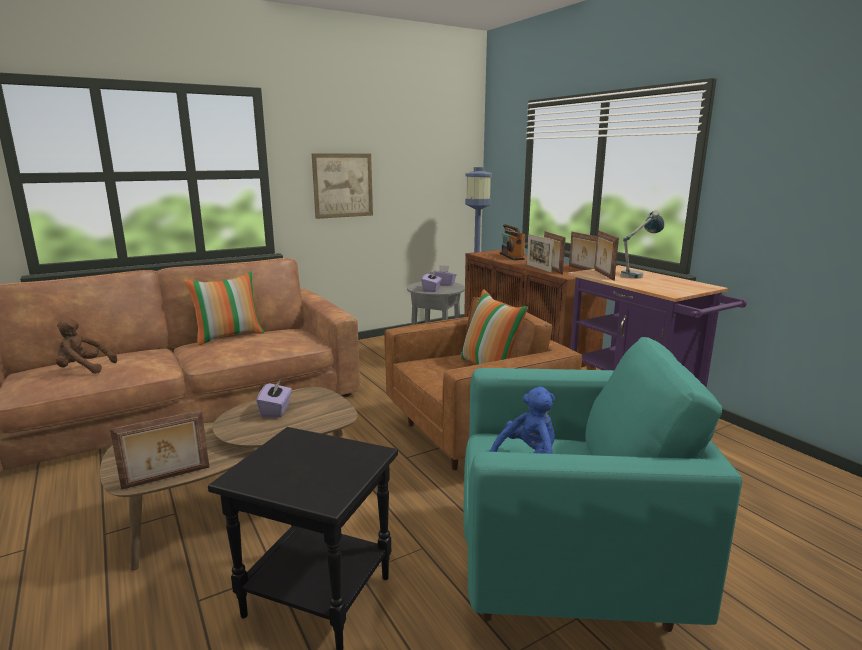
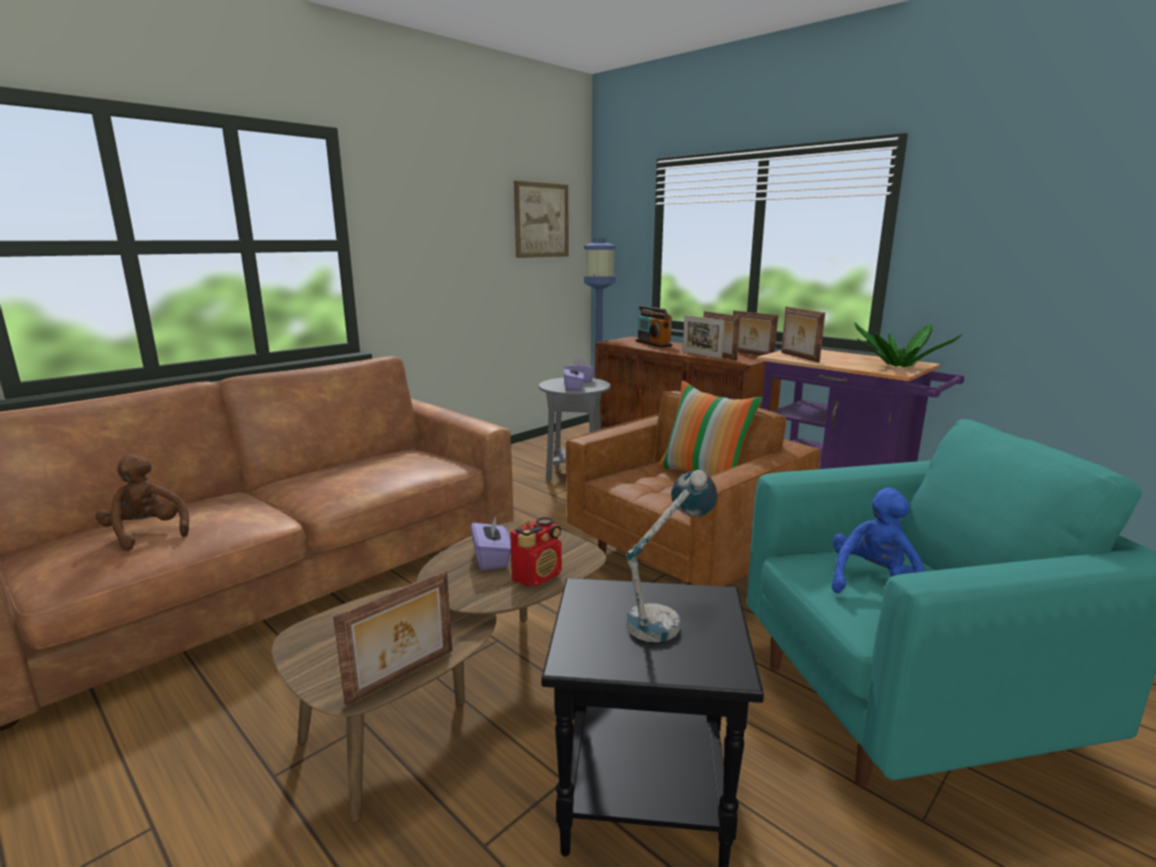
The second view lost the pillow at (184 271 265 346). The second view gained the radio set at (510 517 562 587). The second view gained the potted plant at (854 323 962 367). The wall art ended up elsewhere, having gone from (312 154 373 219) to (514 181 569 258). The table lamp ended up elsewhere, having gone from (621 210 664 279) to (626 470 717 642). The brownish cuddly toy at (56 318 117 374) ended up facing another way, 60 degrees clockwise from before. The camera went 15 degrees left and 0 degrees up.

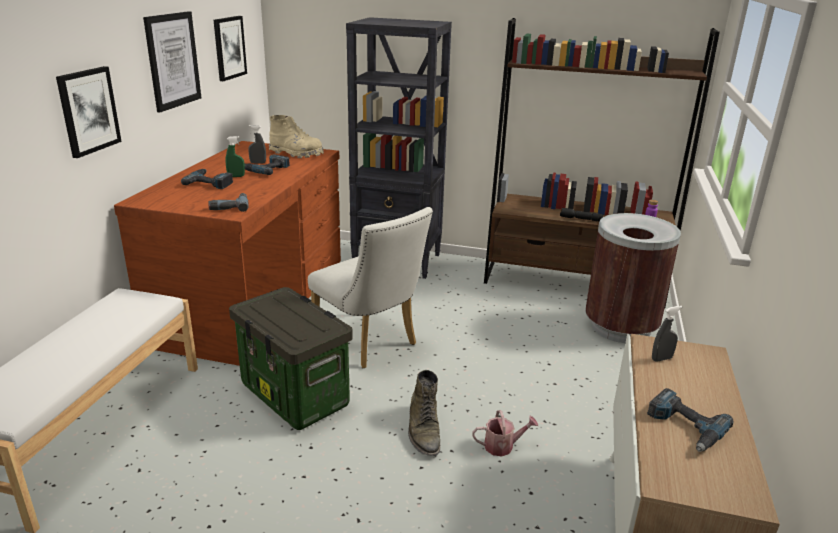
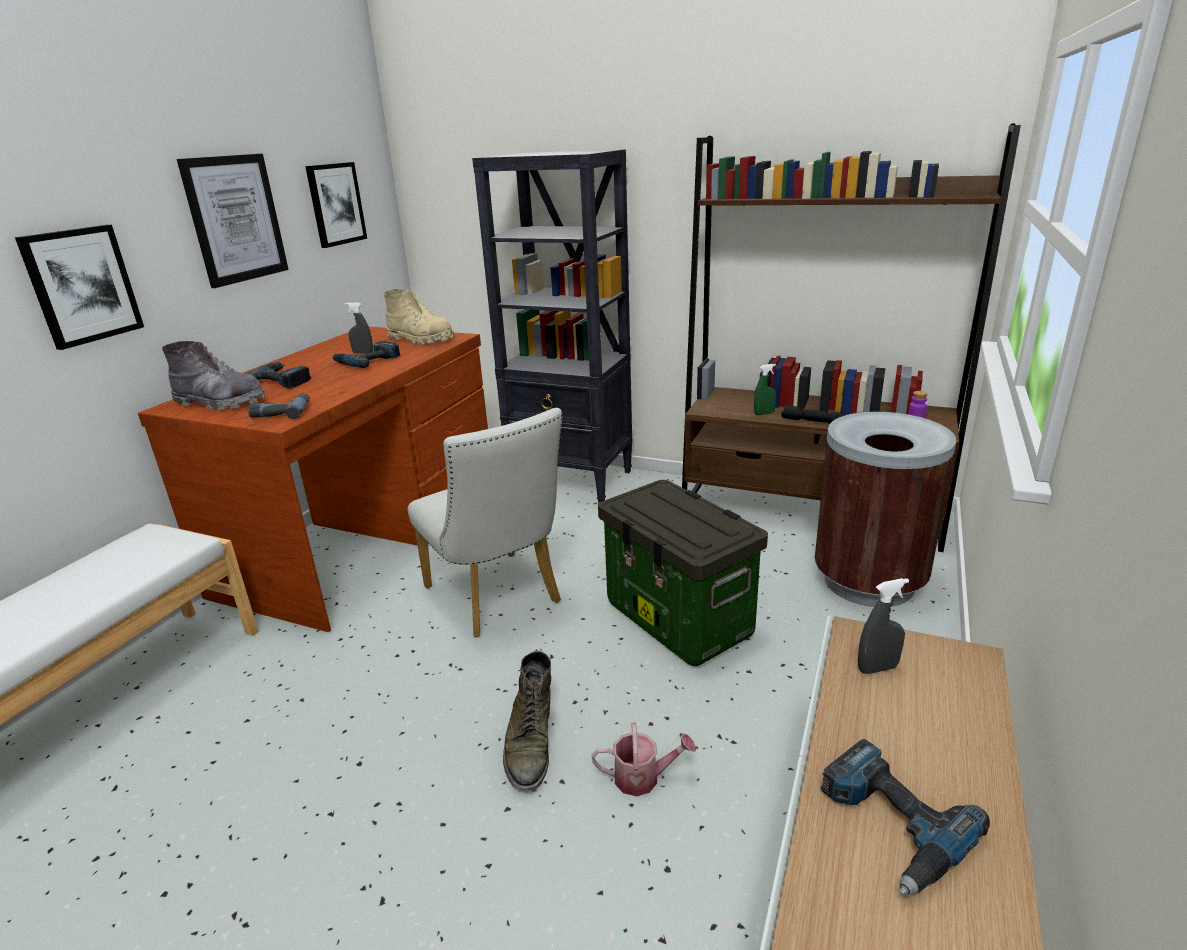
The second view gained the greyish high-top boot at (162 341 266 411). The green sprayer ended up elsewhere, having gone from (225 136 245 177) to (754 364 776 415). The storage bin ended up elsewhere, having gone from (229 287 353 430) to (598 480 768 666). The camera went 10 degrees right and 0 degrees up.

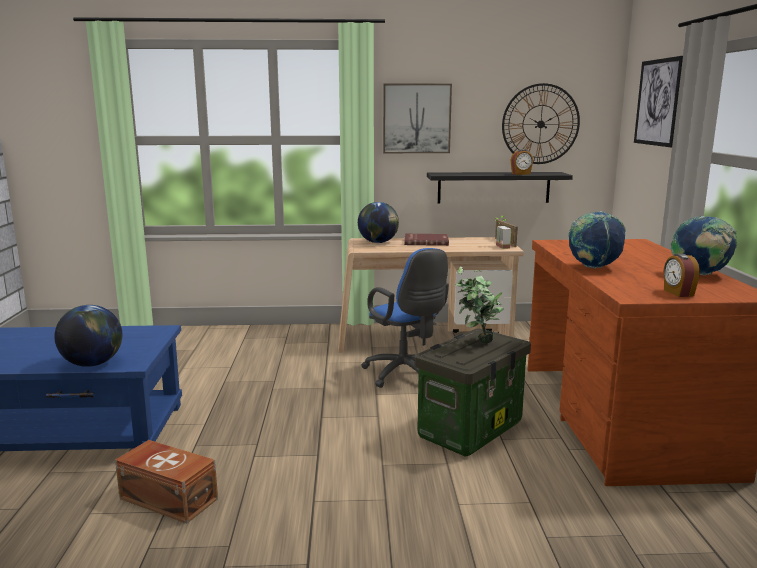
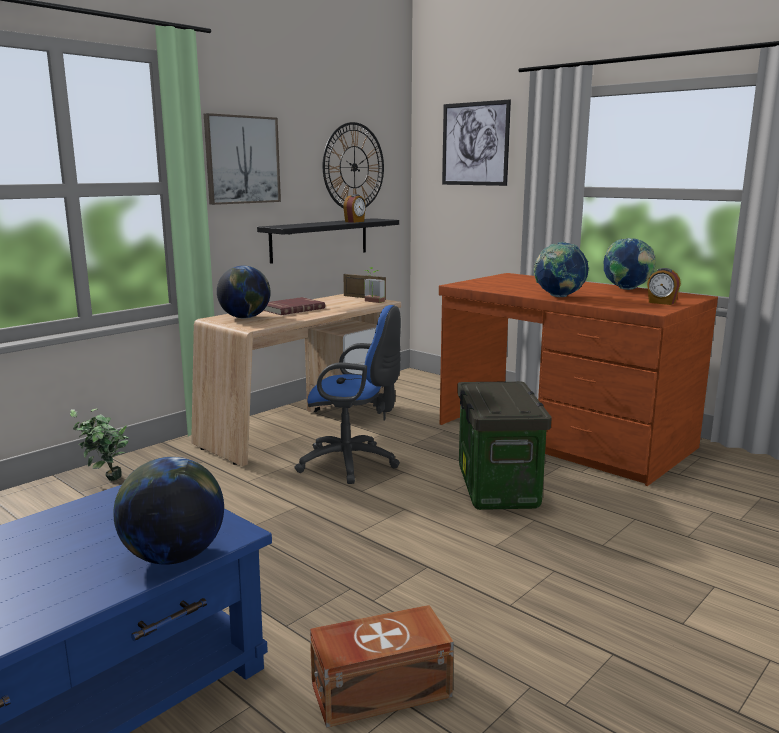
The potted plant ended up elsewhere, having gone from (456 267 504 344) to (70 409 129 481). The camera went 45 degrees left and 0 degrees up.

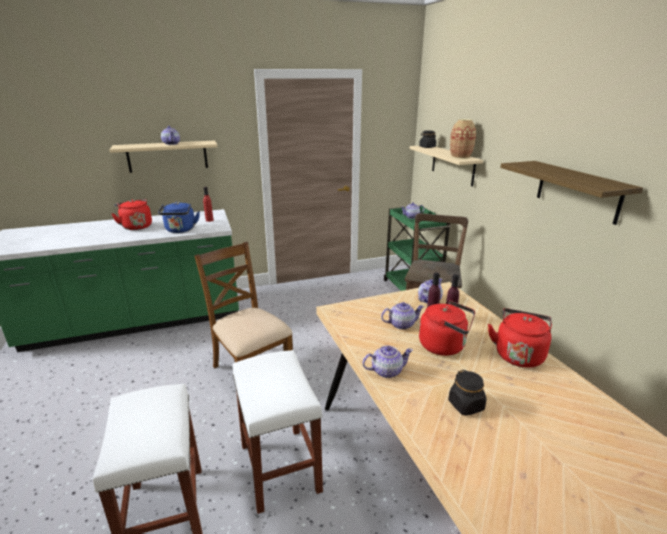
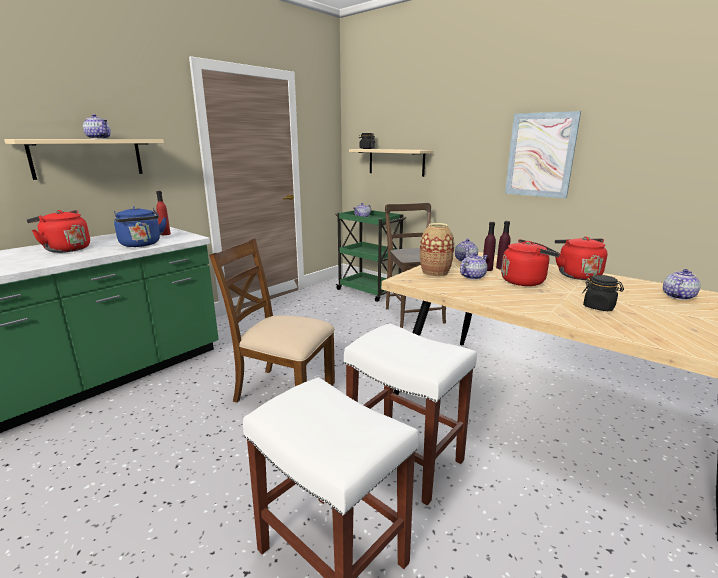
The teapot ended up elsewhere, having gone from (362 346 413 378) to (663 269 701 300). The vase ended up elsewhere, having gone from (450 119 476 158) to (420 223 454 277). Where the wall shelf hung at (500 161 643 225), the wall art came to hang at (505 111 581 199). The camera went 30 degrees left and 5 degrees down.

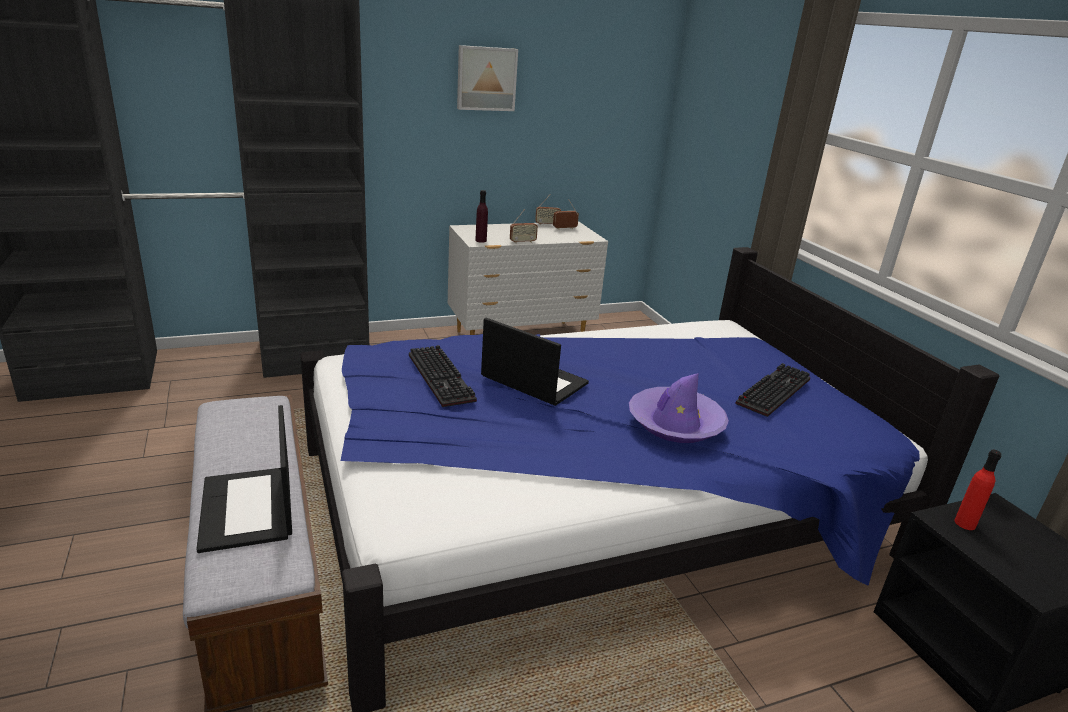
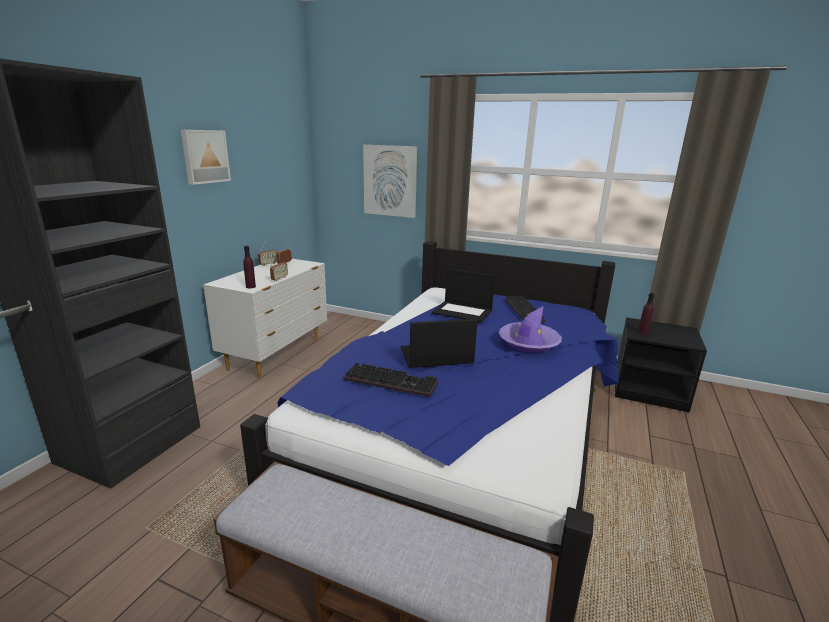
The second view gained the wall art at (363 145 417 218). The notebook computer ended up elsewhere, having gone from (196 405 292 553) to (432 269 495 323). What was the red bottle at (955 450 1001 530) turned into the purplish bottle at (638 293 654 335). The camera went 45 degrees left and 5 degrees down.

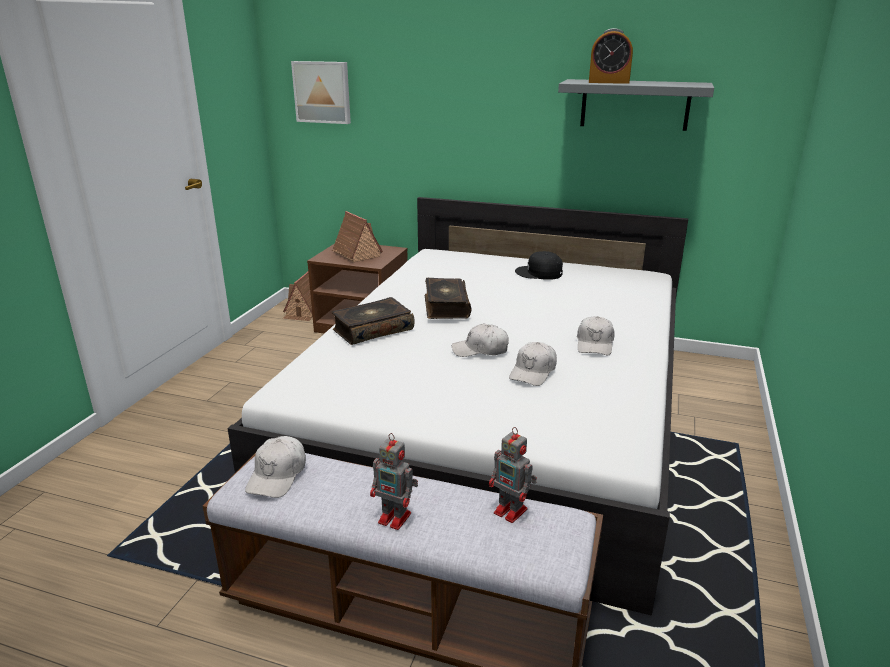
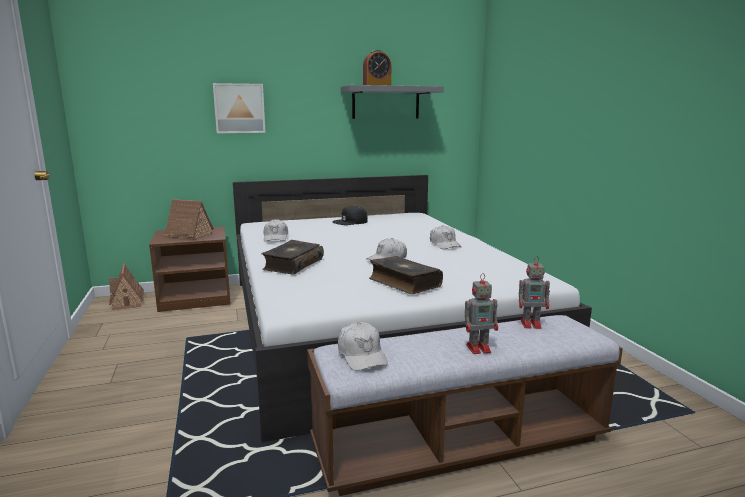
The wall art ended up elsewhere, having gone from (291 61 351 124) to (213 83 266 133). The bound book ended up elsewhere, having gone from (425 278 471 319) to (369 256 443 294). The white-coloured cap ended up elsewhere, having gone from (509 342 557 386) to (263 219 288 242). The camera went 35 degrees left and 10 degrees down.

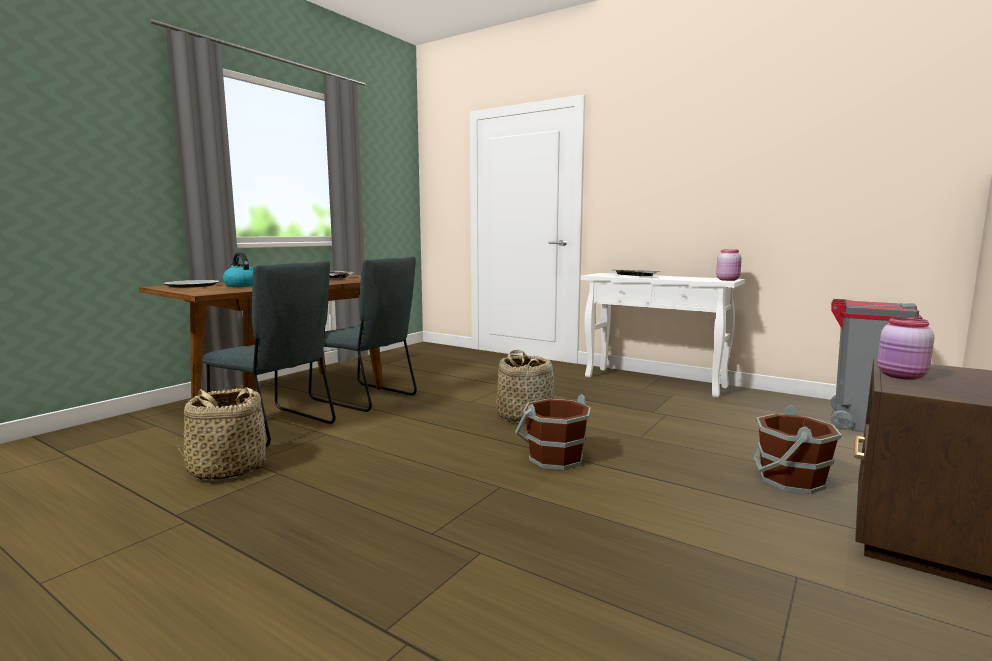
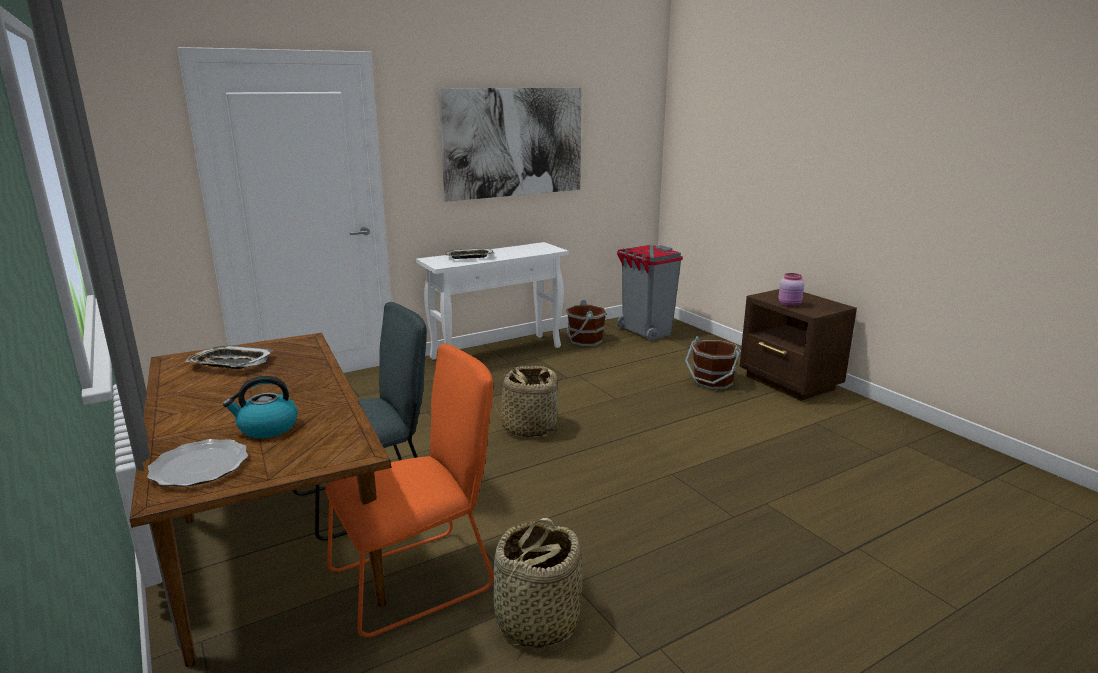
The second view lost the pinkish storage jar at (716 249 742 281). The second view gained the wall art at (439 88 582 202). The brownish water bucket ended up elsewhere, having gone from (515 394 591 470) to (566 299 607 346). What was the greyish upright chair at (202 261 335 447) turned into the orange-coloured upright chair at (325 344 494 637). The camera went 65 degrees left and 10 degrees up.

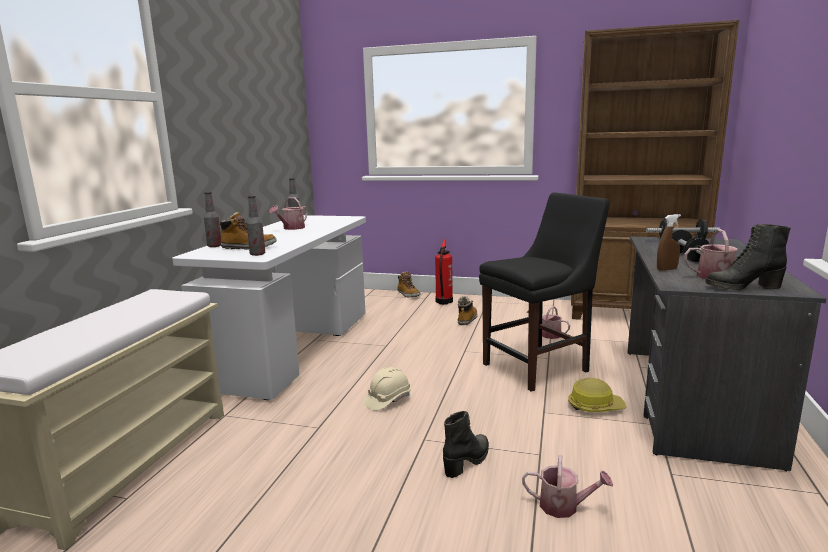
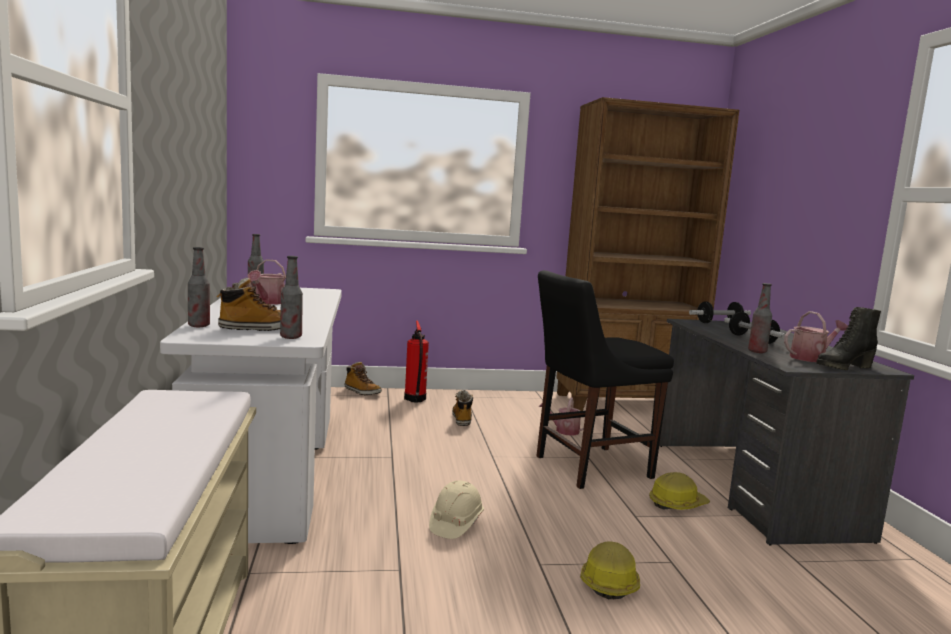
The second view lost the sprinkling can at (522 455 613 518). Where the black-coloured high-top boot stood at (443 411 489 478), the work helmet came to stand at (580 541 640 599). Where the brownish sprayer stood at (657 214 681 271), the bottle came to stand at (748 283 772 353). The black-coloured upright chair at (479 192 610 392) ended up facing another way, 150 degrees counterclockwise from before. The camera went 25 degrees left and 5 degrees down.

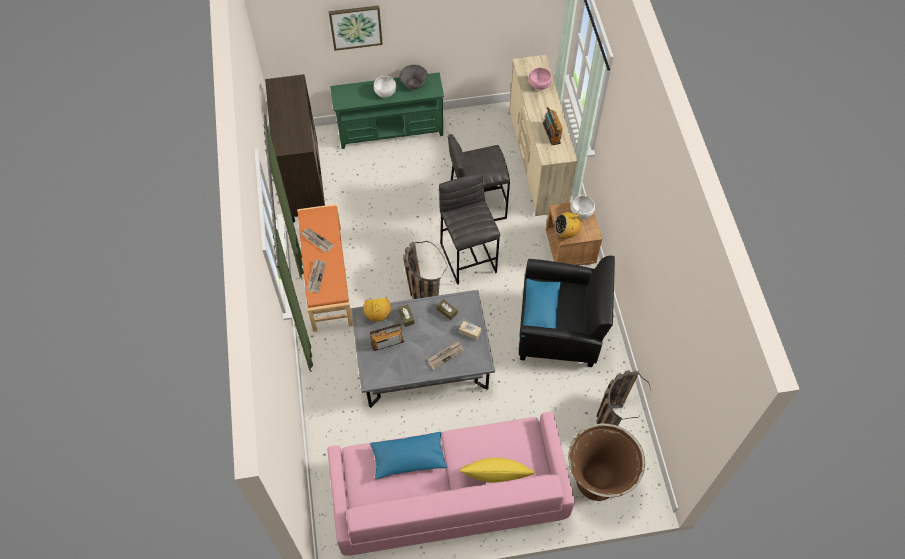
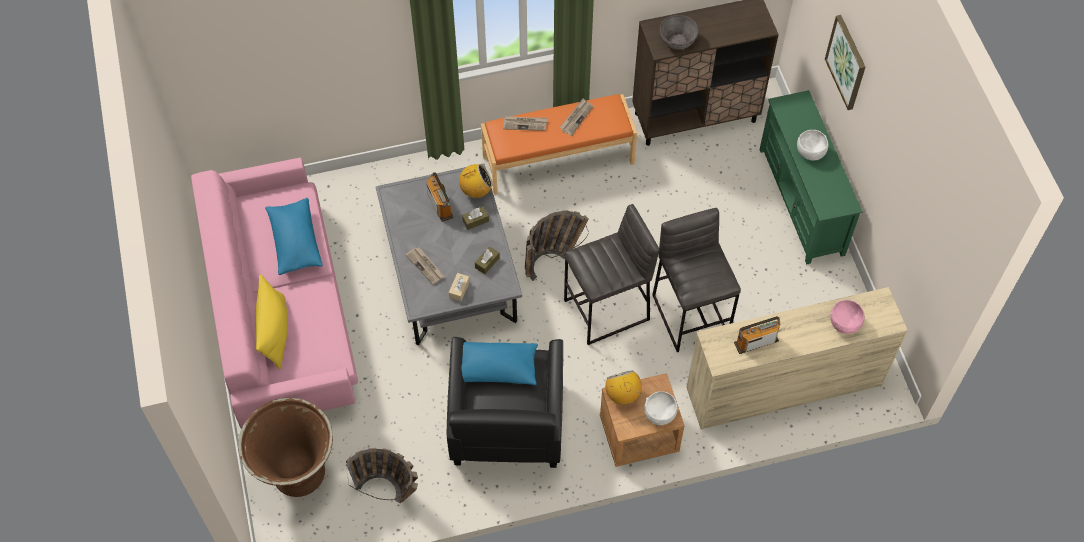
The greyish serving bowl ended up elsewhere, having gone from (400 65 428 89) to (660 15 699 50). The camera went 85 degrees right and 0 degrees up.

